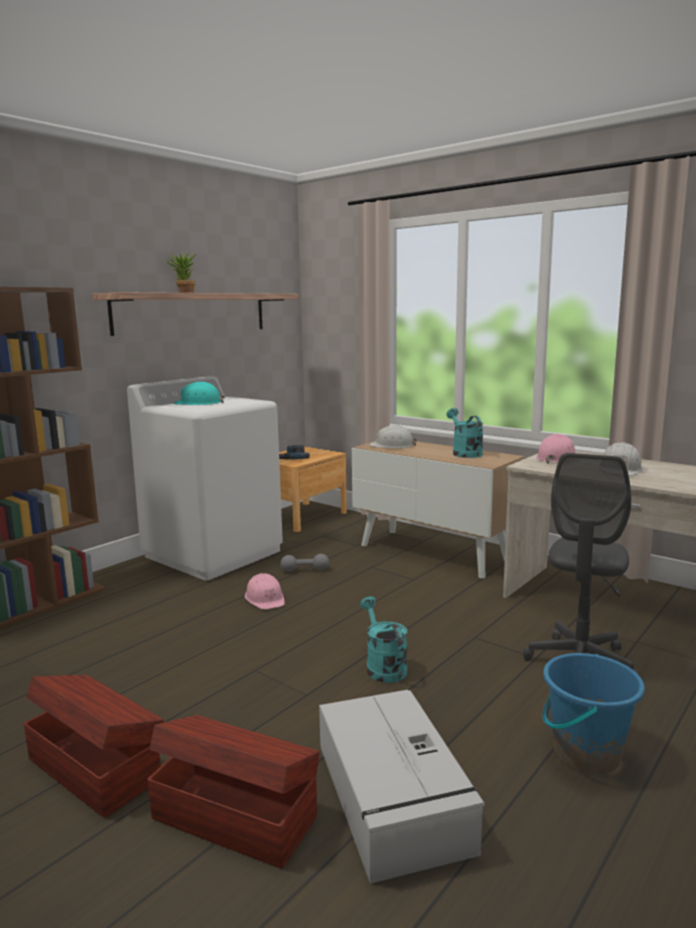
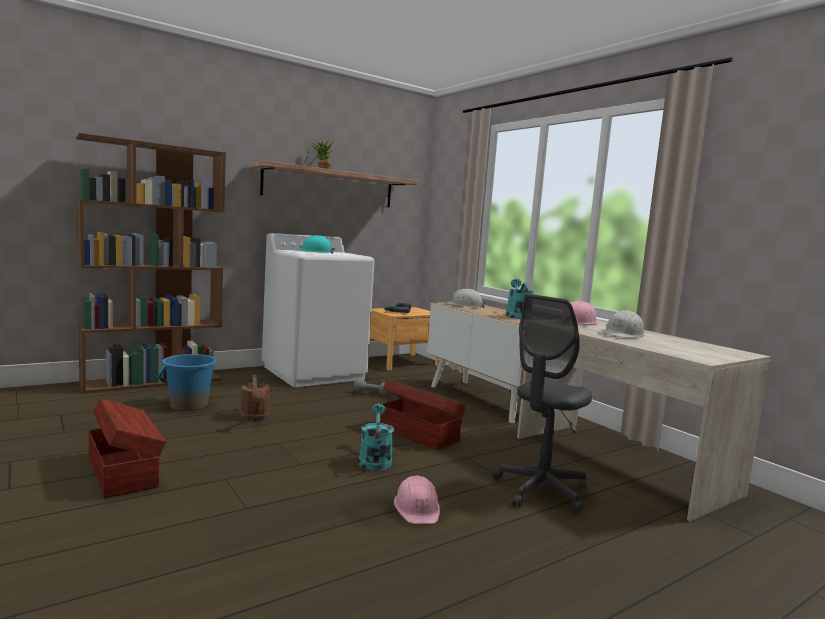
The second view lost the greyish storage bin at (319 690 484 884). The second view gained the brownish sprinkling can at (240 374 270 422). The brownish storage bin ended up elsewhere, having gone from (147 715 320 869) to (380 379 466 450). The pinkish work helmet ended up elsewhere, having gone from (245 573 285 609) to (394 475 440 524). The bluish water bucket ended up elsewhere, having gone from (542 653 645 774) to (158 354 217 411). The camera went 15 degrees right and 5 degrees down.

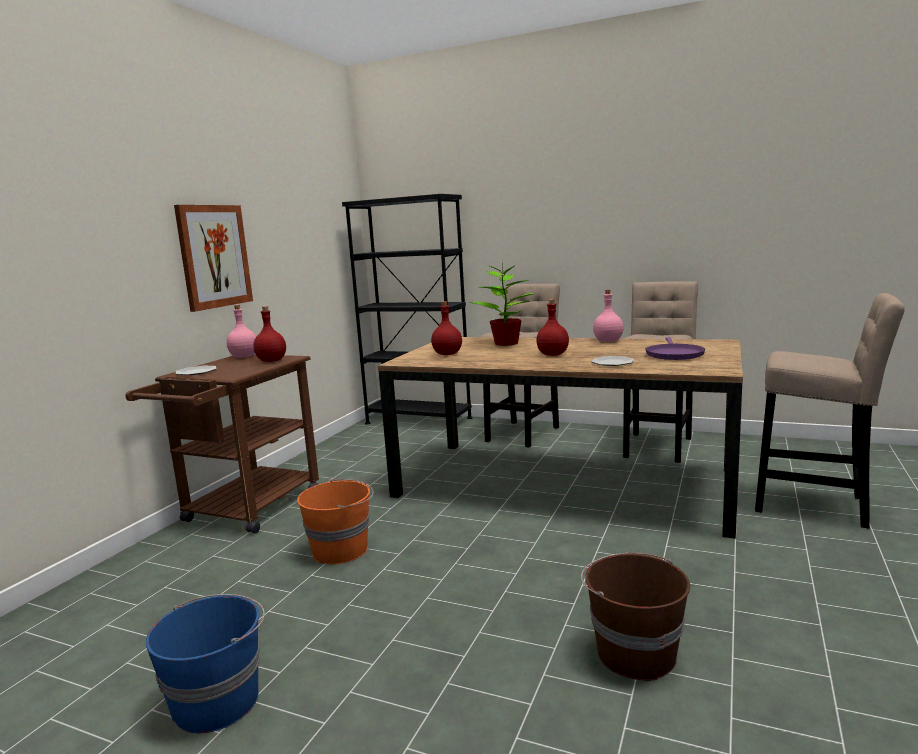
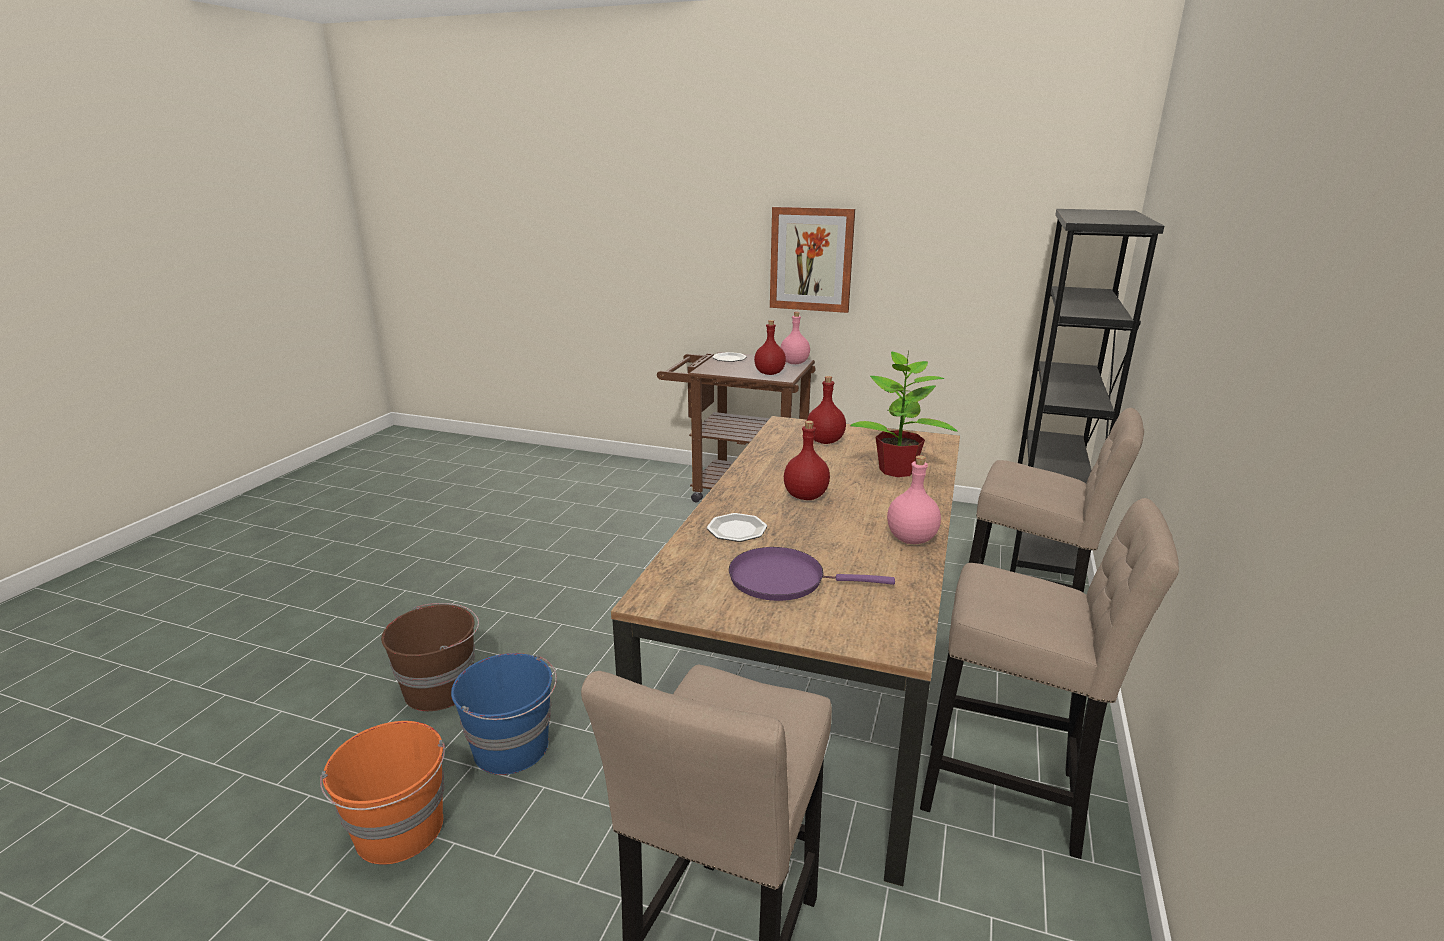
The bluish water bucket ended up elsewhere, having gone from (146 594 265 733) to (451 653 557 775). The orange-coloured water bucket ended up elsewhere, having gone from (297 479 374 564) to (320 721 445 865). The camera went 85 degrees right and 10 degrees up.

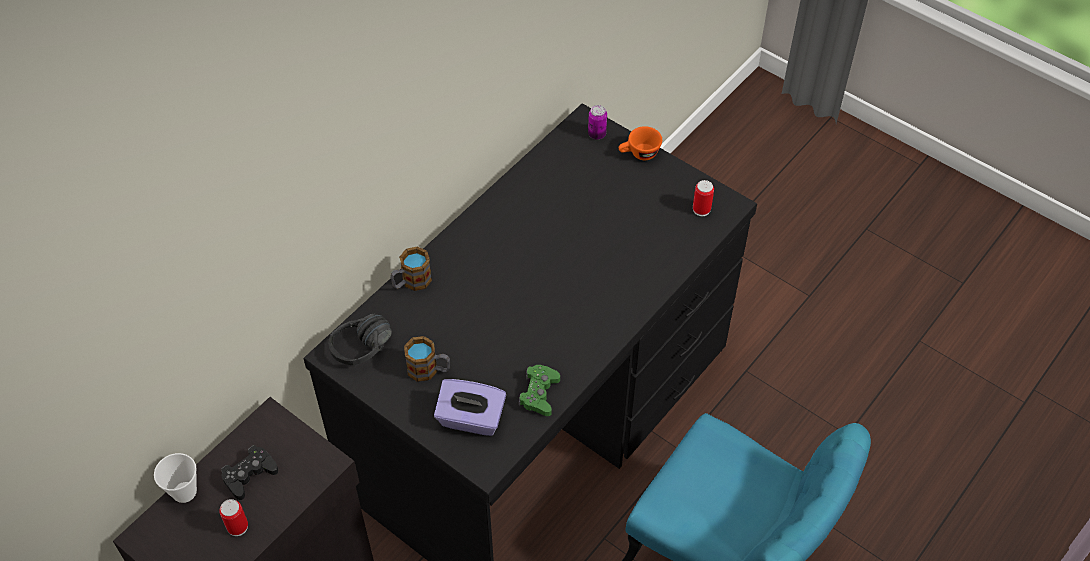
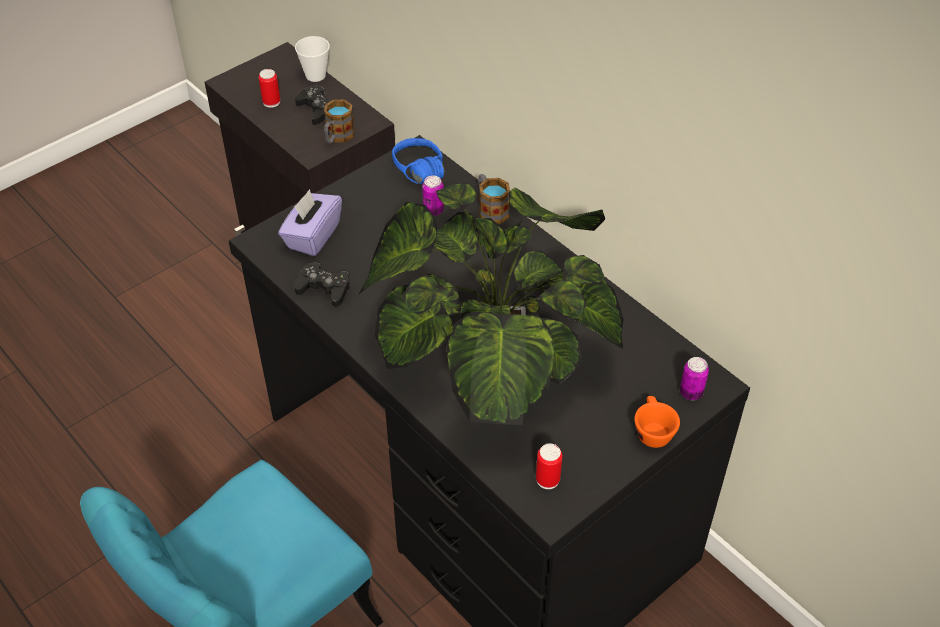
The second view gained the potted plant at (359 182 624 425). The second view gained the metal can at (422 176 444 216). The coffee mug ended up elsewhere, having gone from (404 336 450 382) to (324 99 355 144). What was the black-coloured pair of headphones at (328 314 392 365) turned into the bluish pair of headphones at (392 138 445 184). What was the green gamepad at (519 365 560 416) turned into the black-coloured gamepad at (294 262 350 307). The camera went 100 degrees right and 5 degrees down.

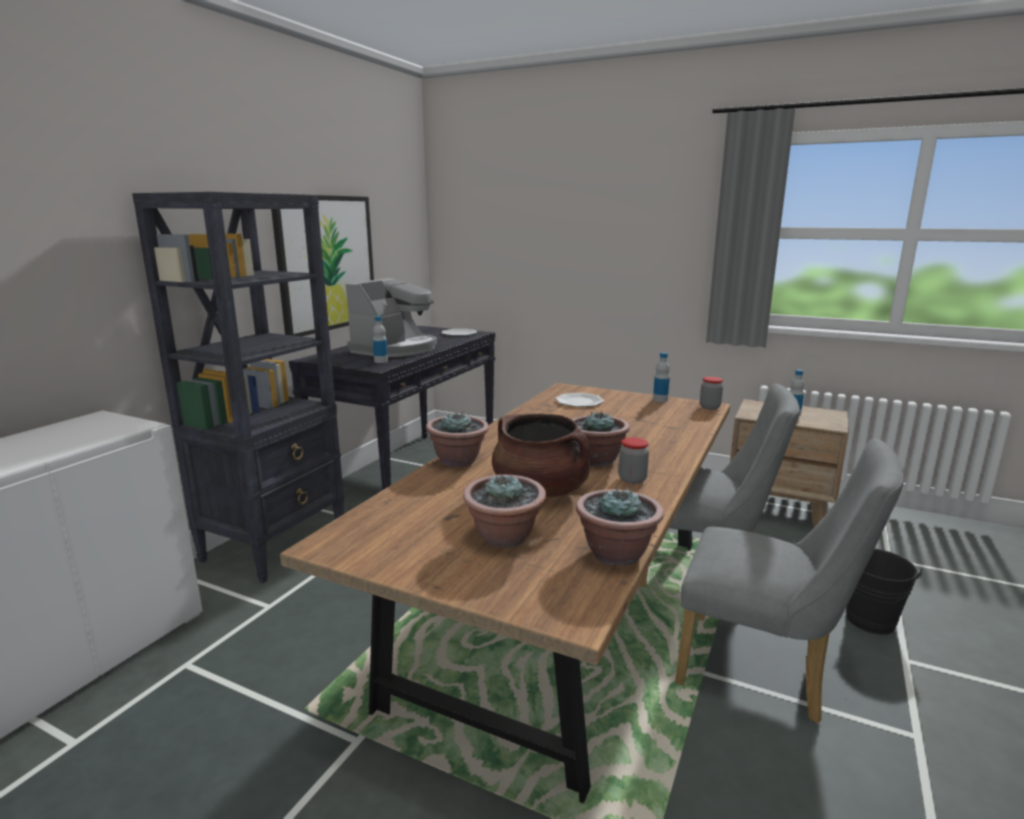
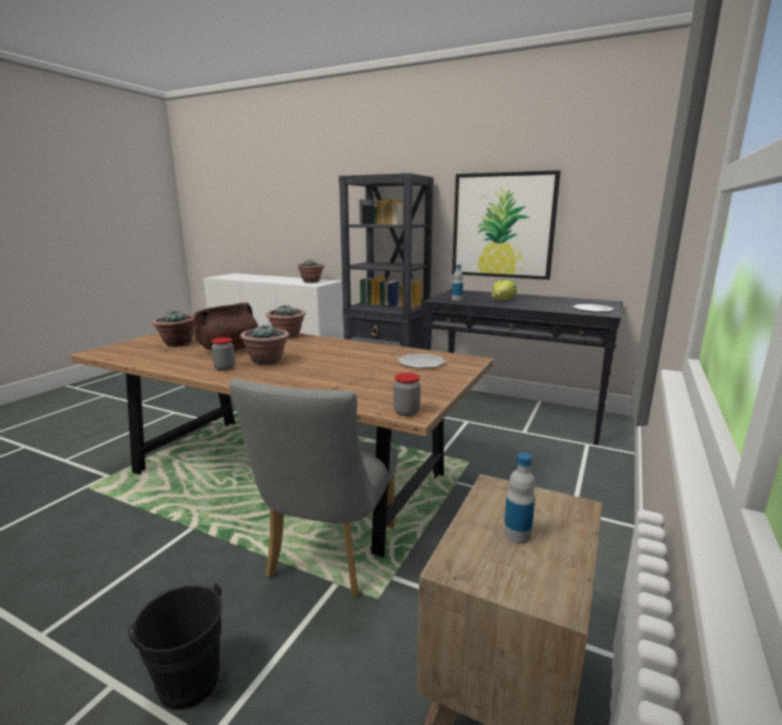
The second view lost the bottle at (653 352 670 402). The second view lost the greyish upright chair at (675 438 903 724). The potted plant ended up elsewhere, having gone from (576 486 664 566) to (297 260 325 283). Where the coffee maker stood at (346 278 437 357), the head of lettuce came to stand at (491 279 517 300). The camera went 90 degrees right and 0 degrees up.

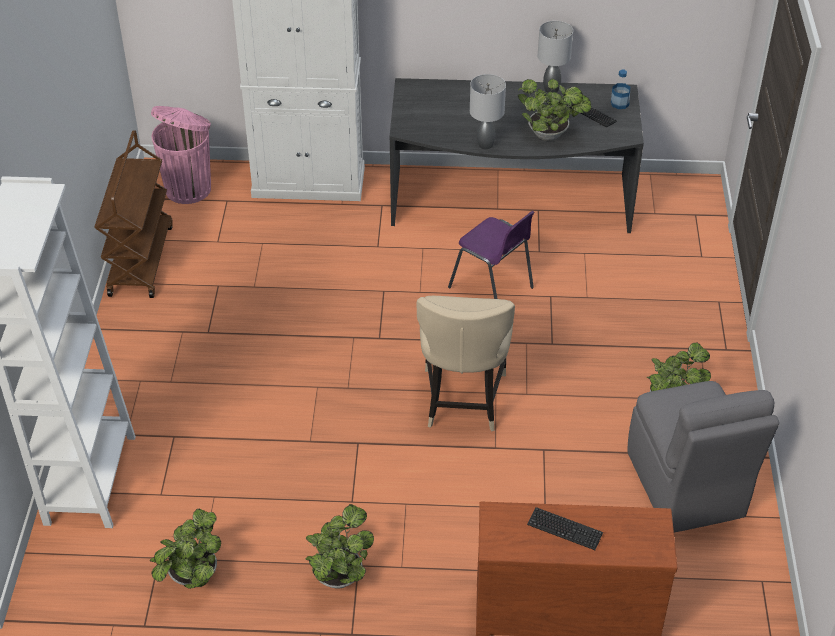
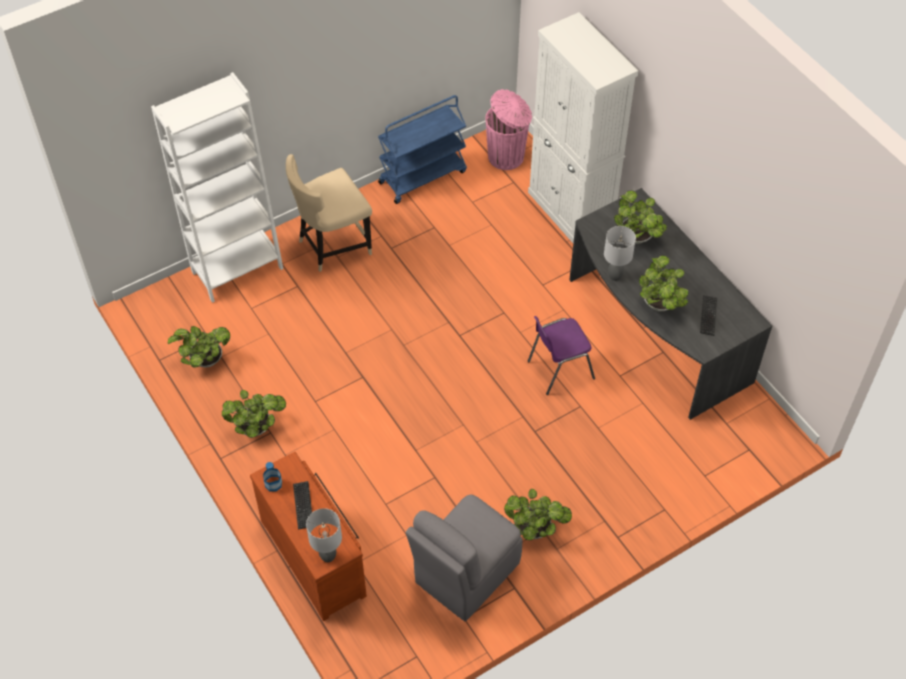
The second view gained the potted plant at (614 191 667 244). The beige-coloured upright chair ended up elsewhere, having gone from (417 296 515 431) to (286 154 372 272). The greyish table lamp ended up elsewhere, having gone from (538 21 573 93) to (306 508 342 562). The bottle ended up elsewhere, having gone from (611 70 630 109) to (263 462 282 492). What was the brownish trolley at (94 130 173 298) turned into the bluish trolley at (378 95 467 204). The purplish upright chair at (448 211 535 299) ended up facing another way, 60 degrees clockwise from before. The camera went 55 degrees right and 10 degrees up.

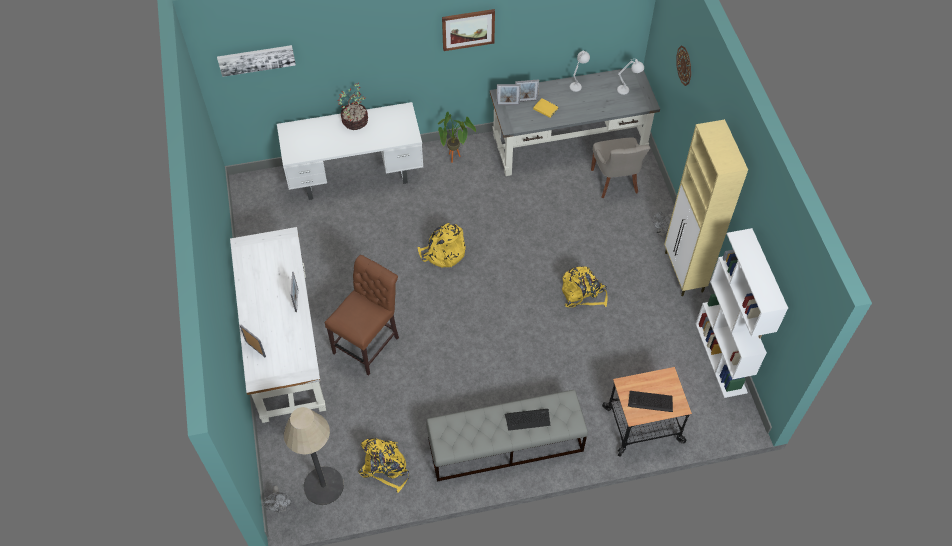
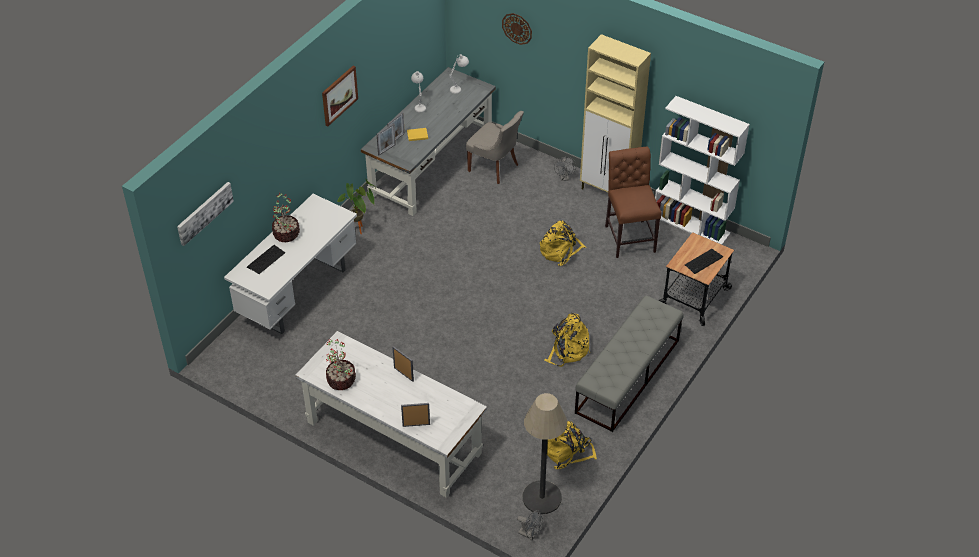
The second view gained the potted plant at (326 339 356 390). The brownish upright chair ended up elsewhere, having gone from (325 255 399 376) to (605 147 662 258). The yellow-coloured knapsack ended up elsewhere, having gone from (417 223 466 268) to (544 313 590 367). The computer keyboard ended up elsewhere, having gone from (505 409 550 431) to (247 245 285 274). The camera went 45 degrees left and 10 degrees down.

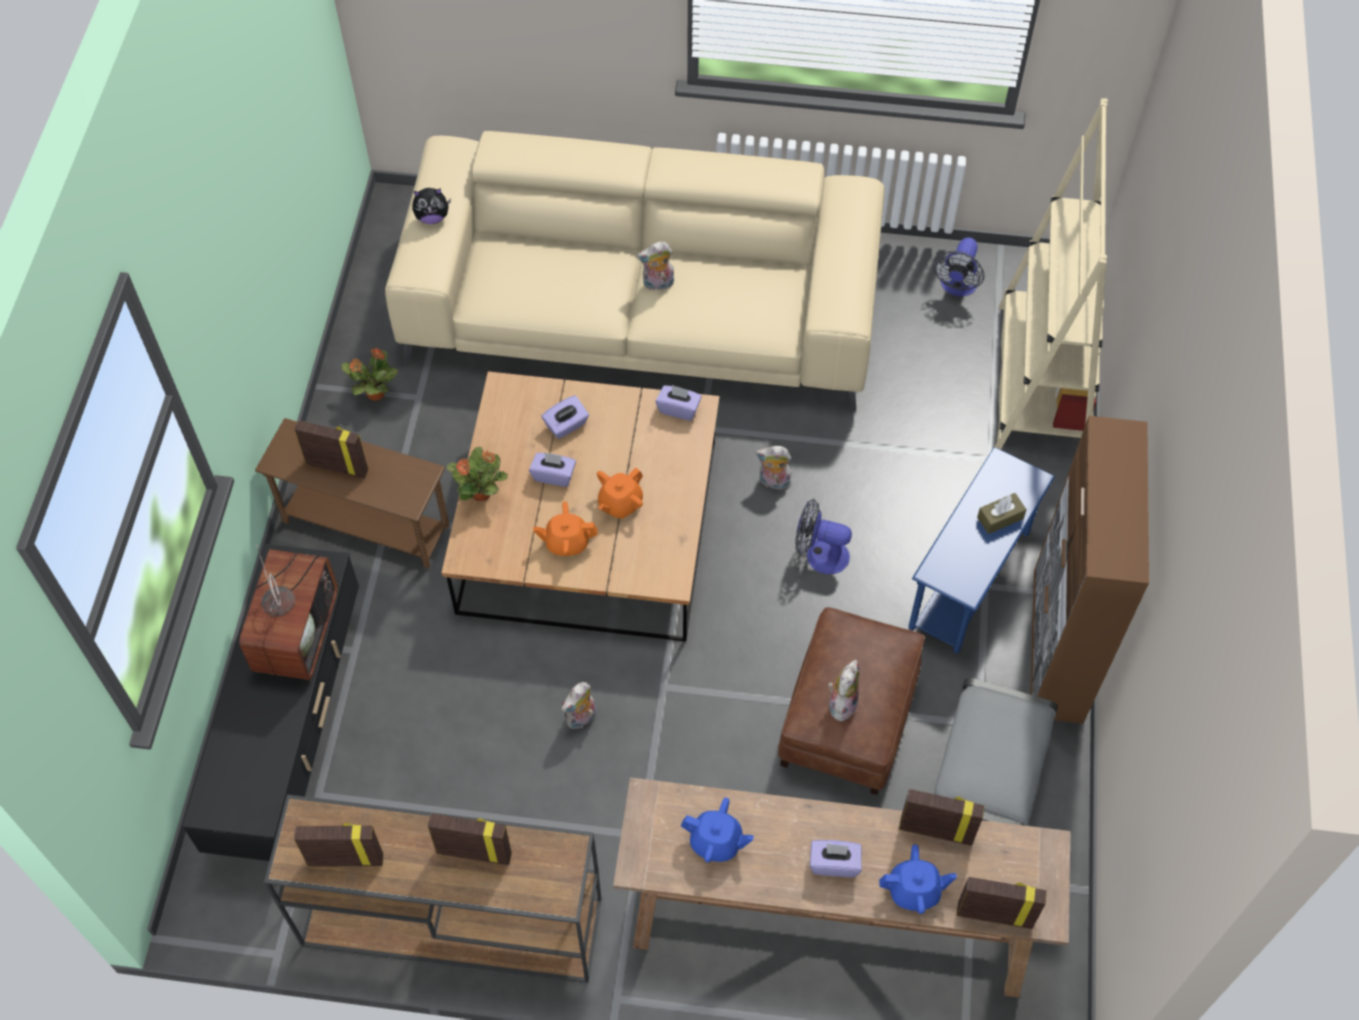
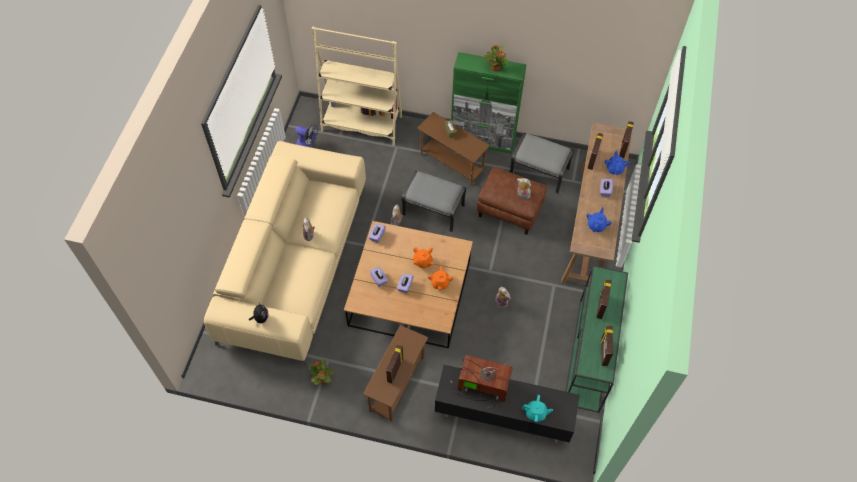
The second view gained the turquoise-coloured teapot at (522 395 553 422). The potted plant ended up elsewhere, having gone from (446 447 508 501) to (484 45 508 71). Where the cooling fan stood at (795 499 852 574), the greyish footrest came to stand at (401 170 466 232). What was the brownish narrow table at (264 794 601 983) turned into the green narrow table at (565 265 628 413). What was the bluish end table at (909 447 1055 654) turned into the brownish end table at (417 112 490 185). What was the brownish cabinet at (1030 416 1149 724) turned into the green cabinet at (451 52 527 154). The camera went 85 degrees left and 0 degrees up.

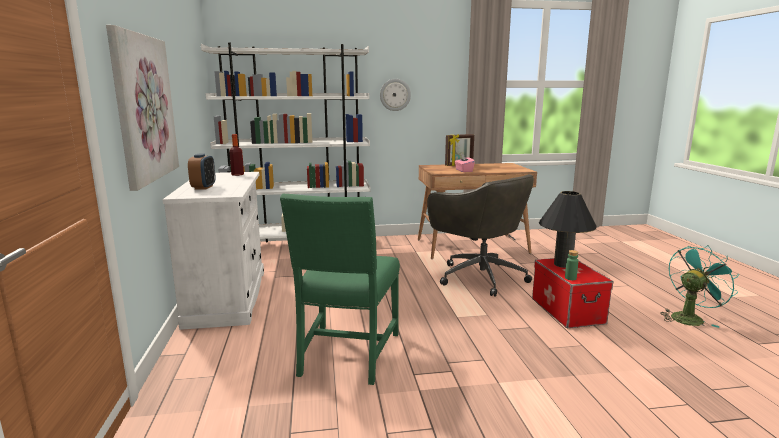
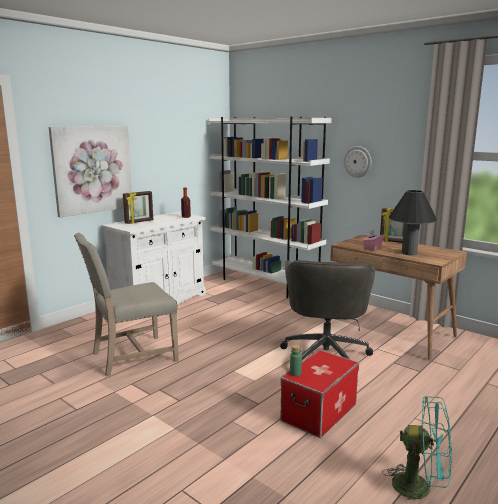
The black-coloured table lamp ended up elsewhere, having gone from (539 191 596 268) to (389 190 437 255). Where the table clock stood at (188 153 215 189), the standing frame came to stand at (123 191 153 224). What was the green upright chair at (280 193 400 385) turned into the beige-coloured upright chair at (74 233 179 376). The camera went 50 degrees right and 0 degrees up.

